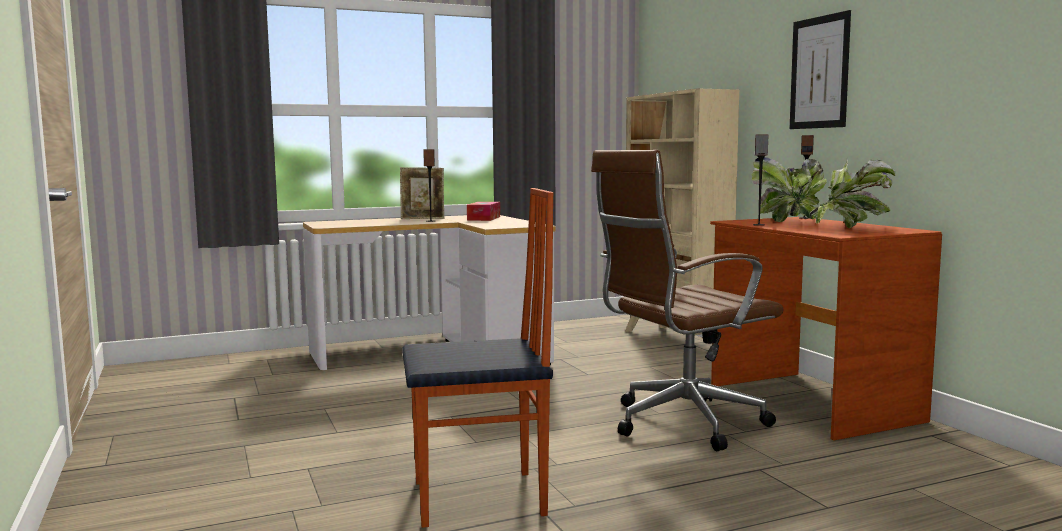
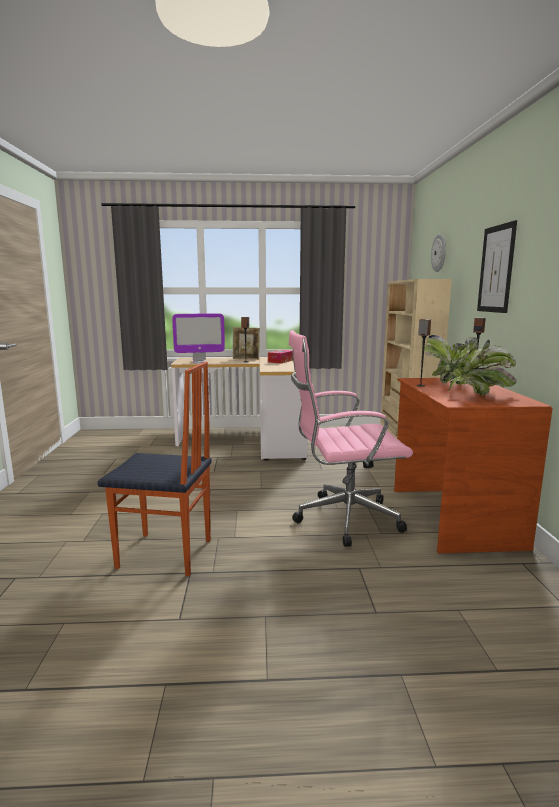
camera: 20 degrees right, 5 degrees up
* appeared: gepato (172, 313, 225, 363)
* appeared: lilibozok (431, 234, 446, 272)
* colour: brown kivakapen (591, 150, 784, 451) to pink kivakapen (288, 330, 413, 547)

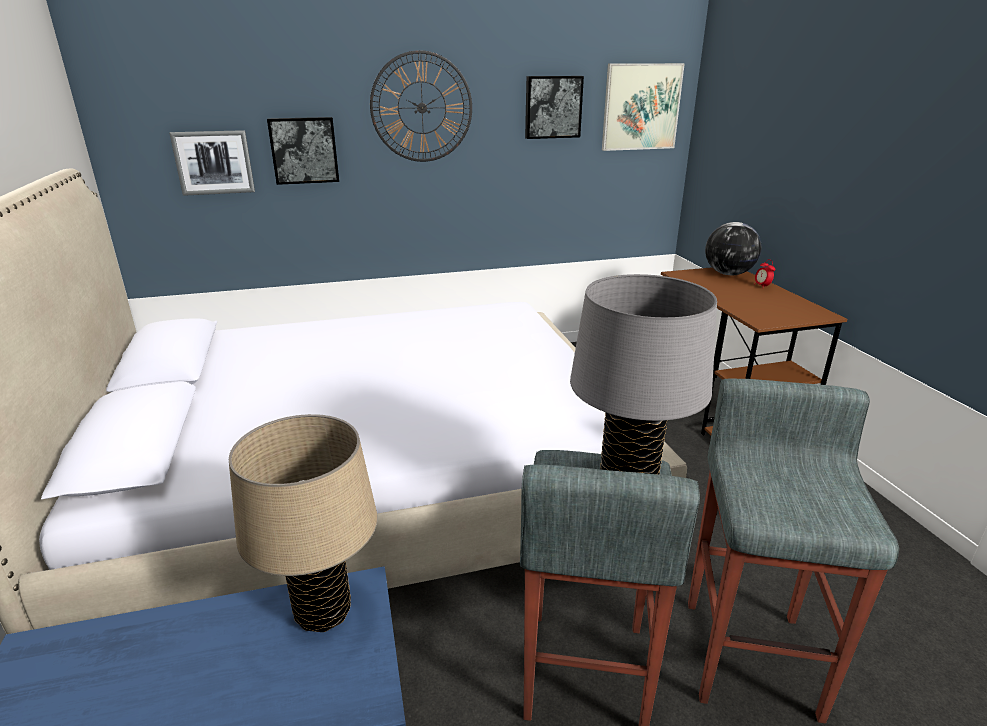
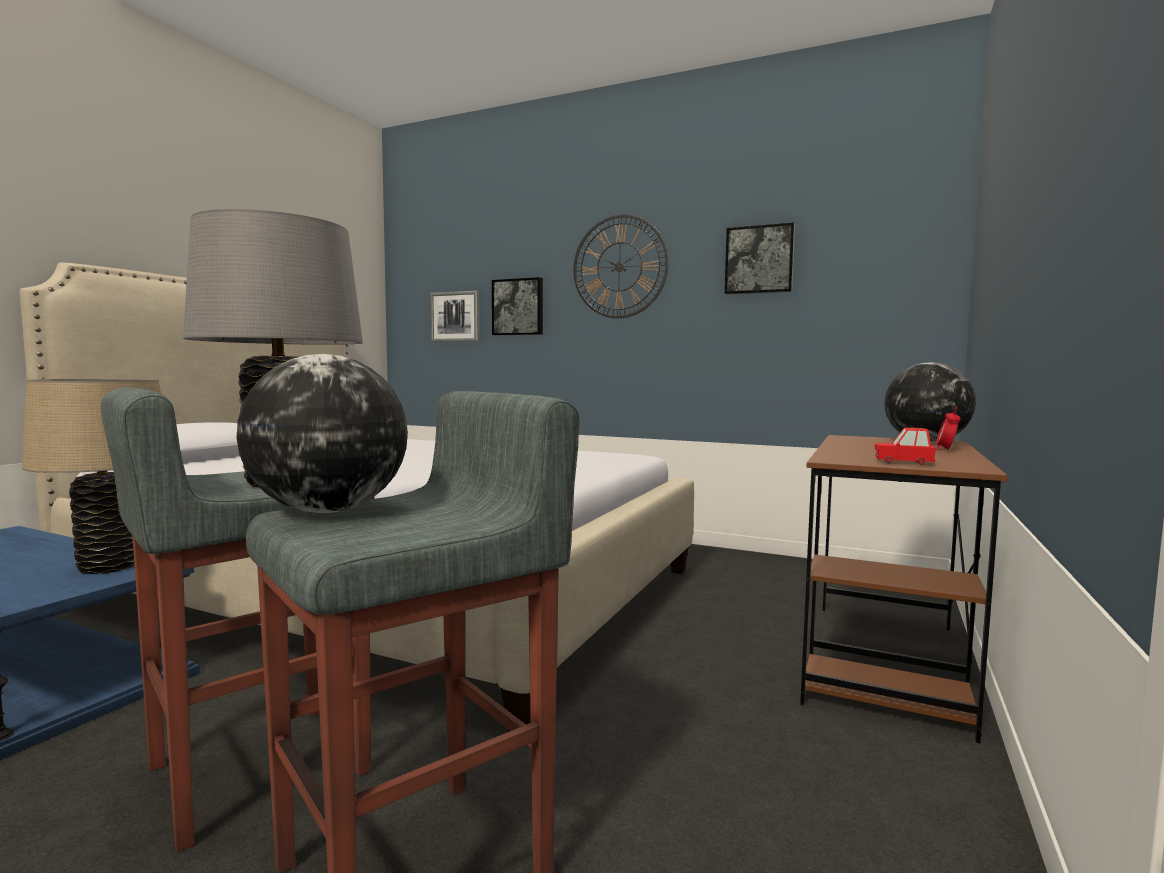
camera: 40 degrees right, 20 degrees down
* missing: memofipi (602, 63, 685, 151)
* appeared: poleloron (237, 354, 408, 513)
* appeared: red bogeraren (875, 428, 936, 465)

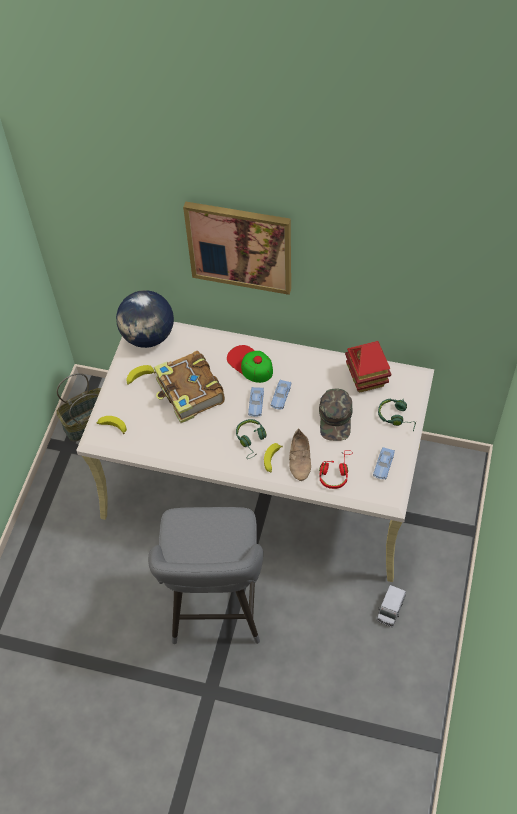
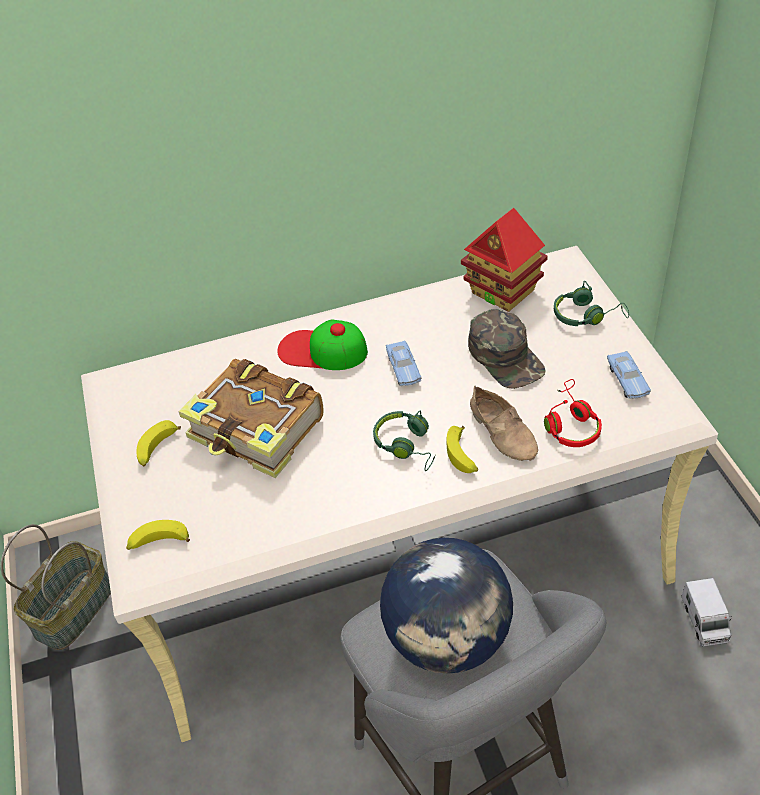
camera: 30 degrees left, 10 degrees down
* missing: memofipi (183, 201, 291, 295)
* missing: blue bogeraren (248, 387, 264, 417)
* relocated: poleloron (116, 290, 174, 348) to (380, 538, 513, 674)

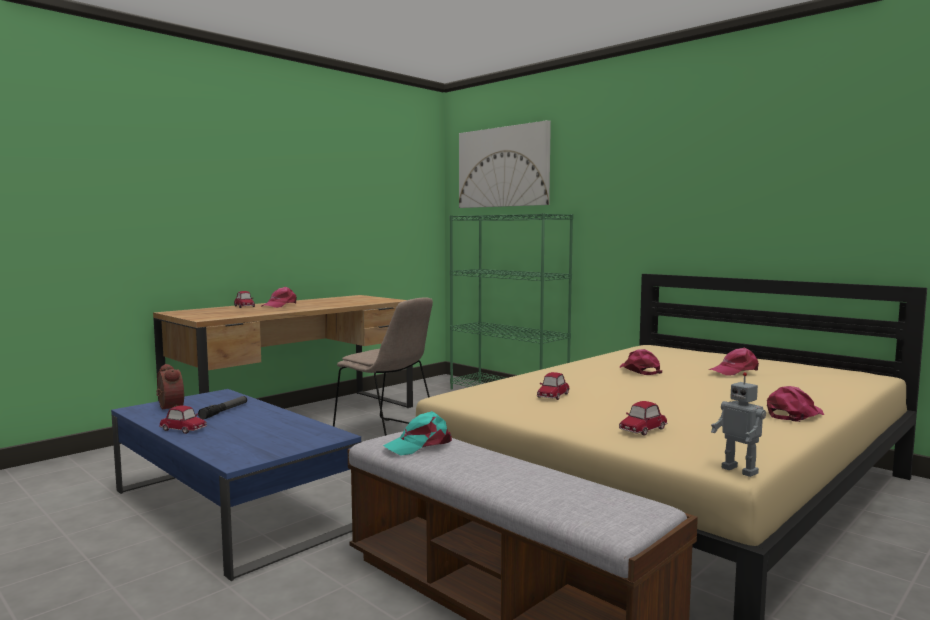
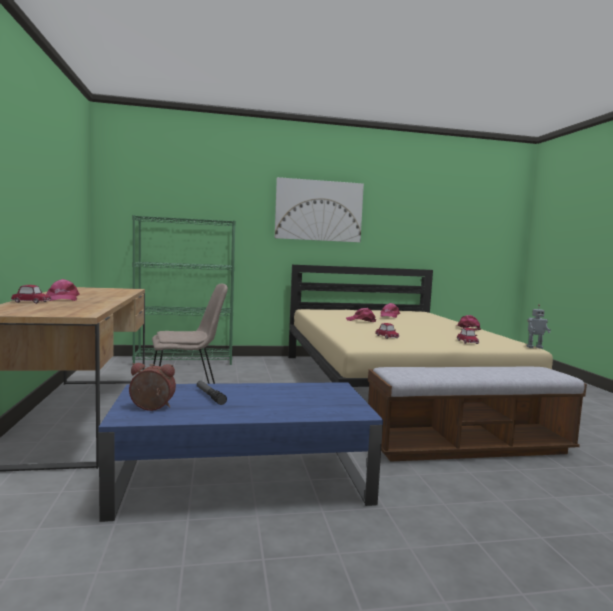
camera: 55 degrees left, 0 degrees up
* missing: bogeraren (159, 405, 207, 434)
* missing: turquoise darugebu (383, 411, 452, 455)
* relocated: memofipi (459, 120, 551, 208) to (275, 177, 364, 242)

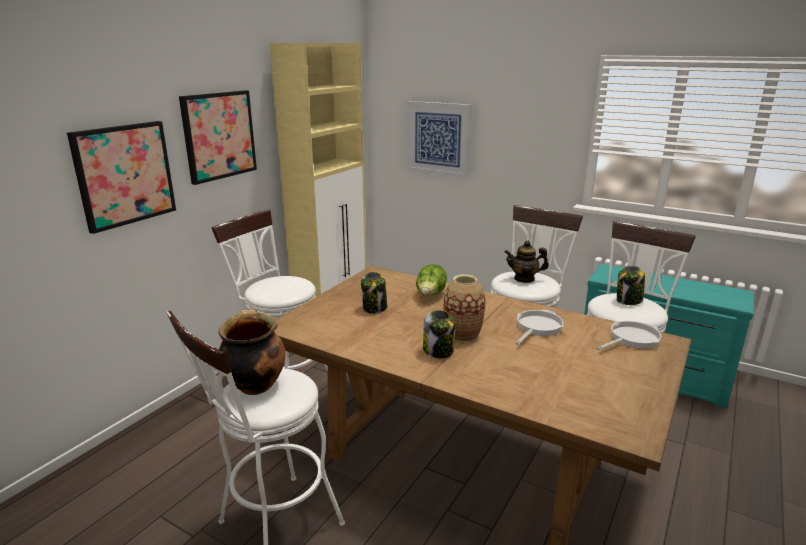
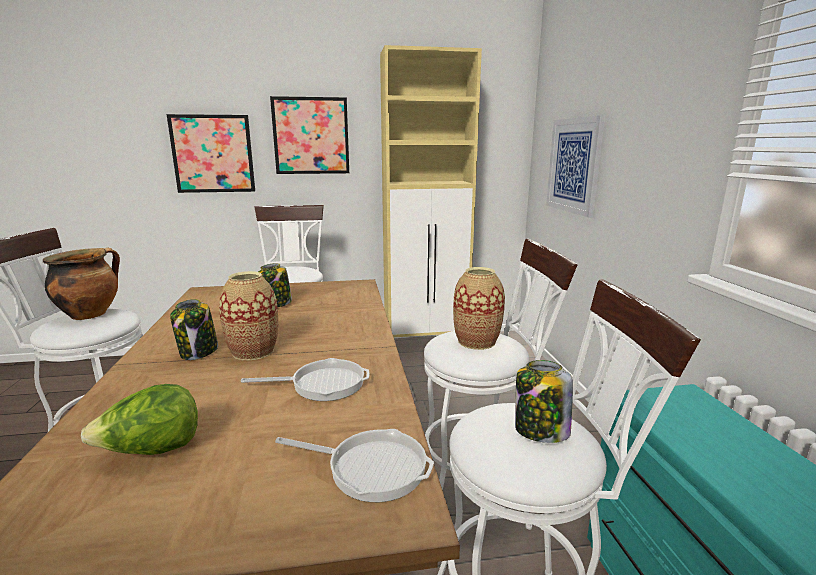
camera: 50 degrees right, 5 degrees down
* relocated: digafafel (416, 264, 447, 296) to (81, 384, 198, 455)
* exchanged: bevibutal (504, 241, 549, 283) to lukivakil (453, 267, 505, 350)

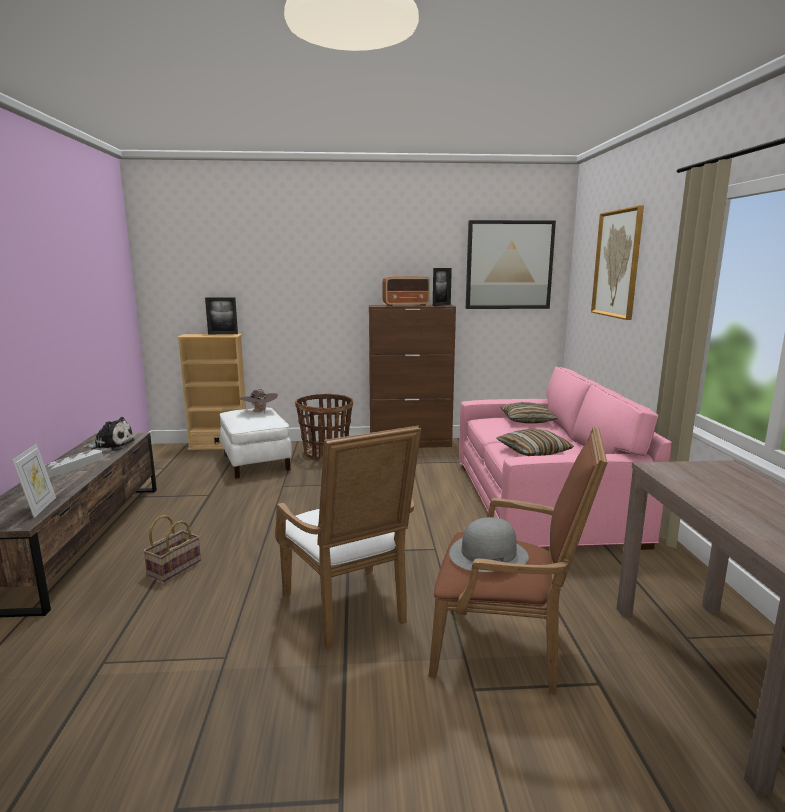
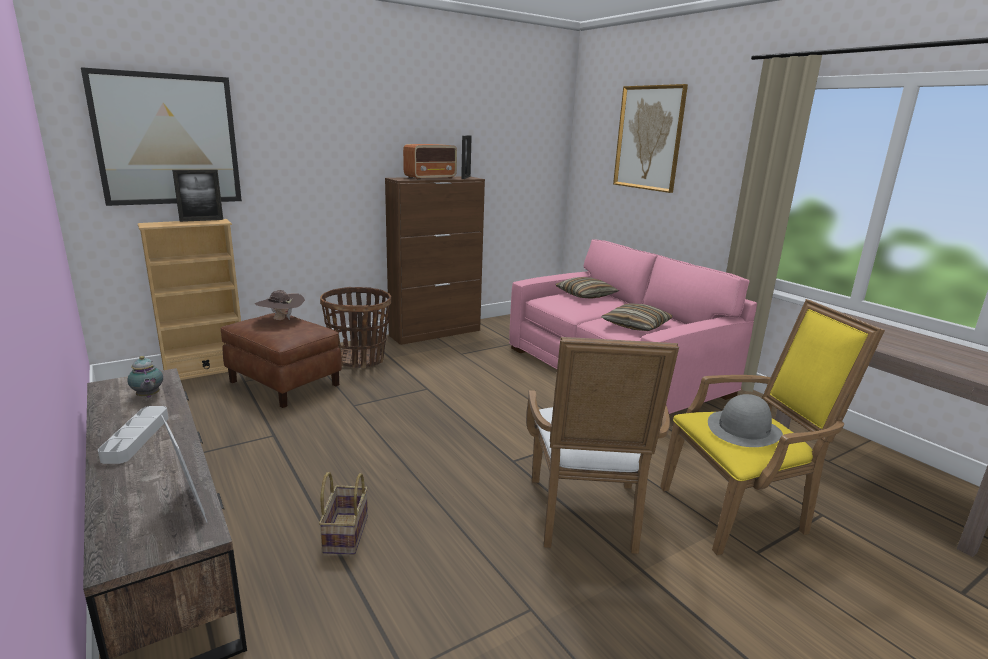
camera: 30 degrees left, 5 degrees up
* relocated: memofipi (466, 220, 556, 309) to (81, 67, 242, 206)
* exchanged: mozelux (82, 417, 135, 452) to bevibutal (128, 356, 163, 398)
* colour: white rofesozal (220, 408, 292, 479) to brown rofesozal (220, 313, 342, 408)
* colour: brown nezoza (429, 426, 607, 695) to yellow nezoza (660, 299, 885, 555)
* spun: white nezoza (275, 426, 421, 649) = (526, 337, 679, 554) 60 degrees clockwise

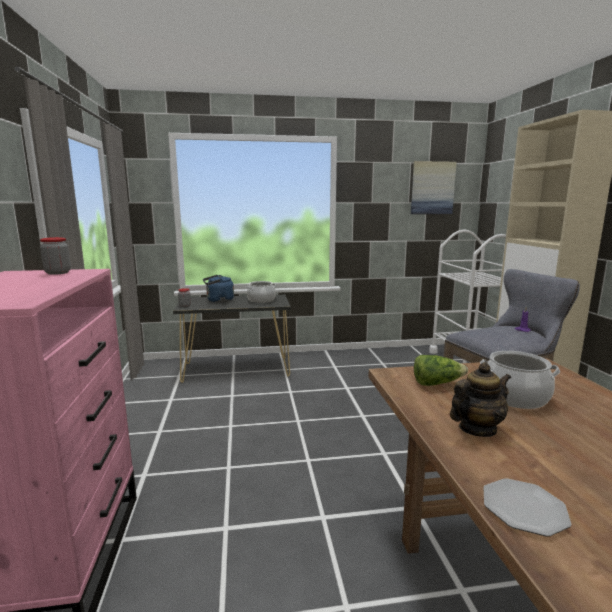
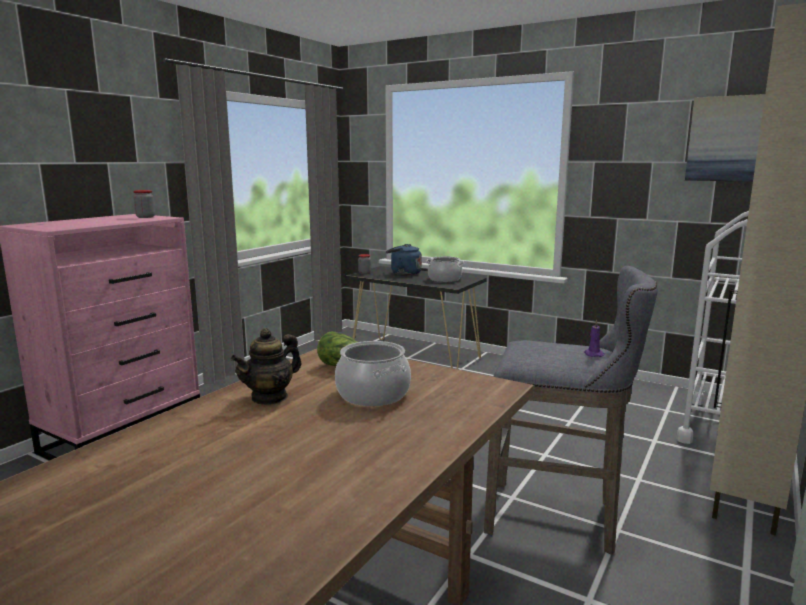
camera: 40 degrees right, 0 degrees up
* missing: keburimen (483, 478, 572, 537)
* spun: bevibutal (450, 362, 511, 437) = (231, 328, 301, 405) 120 degrees clockwise

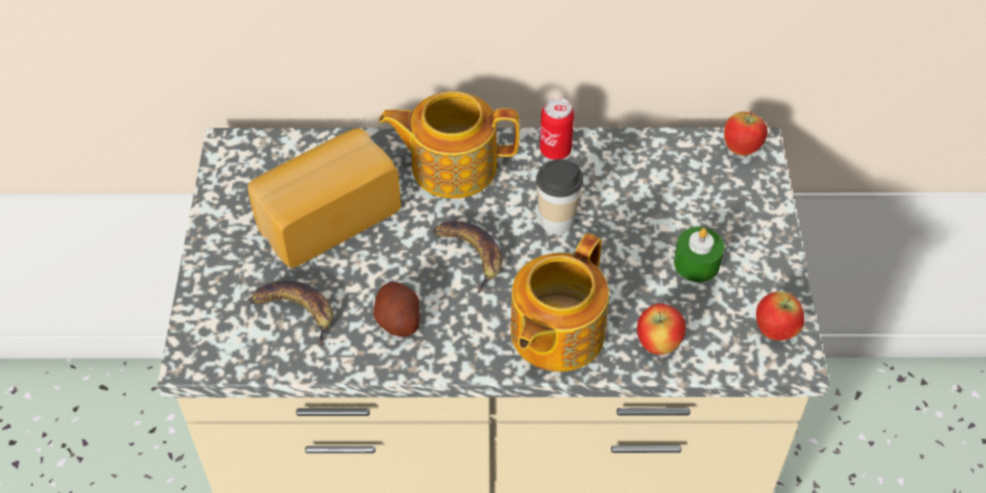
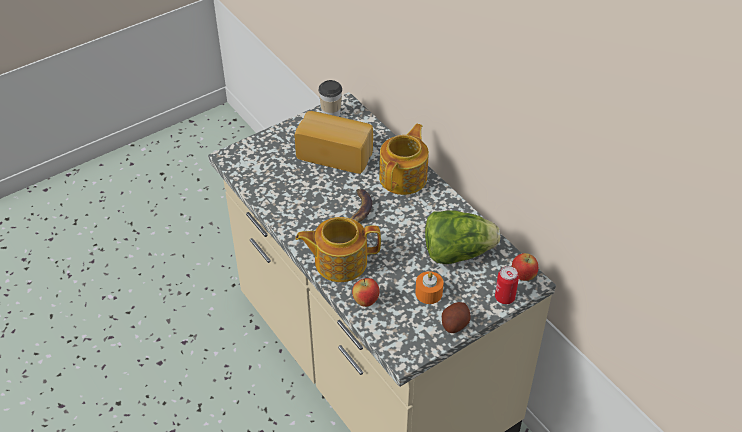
camera: 55 degrees right, 5 degrees down
* missing: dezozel (249, 281, 333, 346)
* missing: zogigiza (756, 291, 804, 340)
* appeared: digafafel (425, 210, 500, 264)
* relocated: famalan (374, 282, 420, 337) to (442, 302, 471, 333)
* relocated: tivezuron (536, 159, 583, 234) to (319, 80, 342, 117)
* relocated: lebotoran (540, 98, 574, 160) to (495, 266, 519, 304)
* colour: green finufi (674, 227, 724, 282) to orange finufi (415, 271, 443, 304)
* spun: bevibutal (379, 91, 520, 199) = (379, 124, 429, 195) 60 degrees clockwise

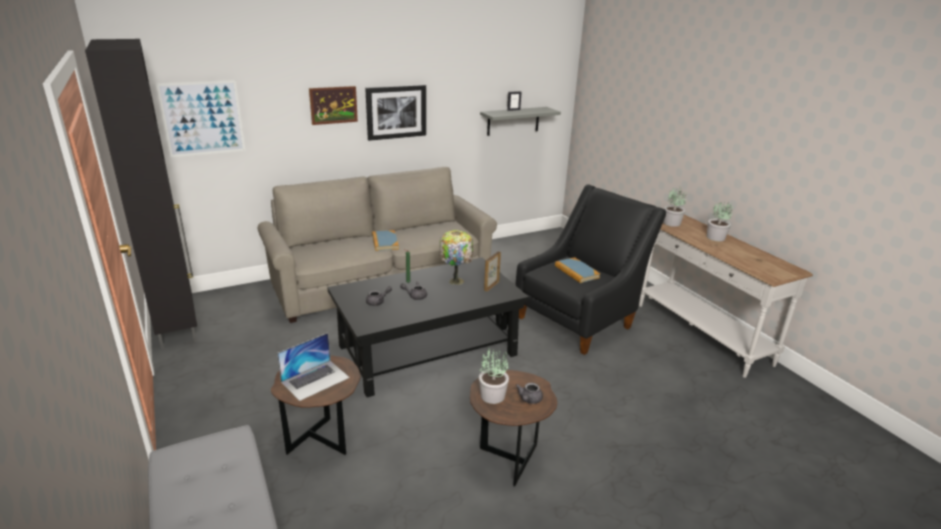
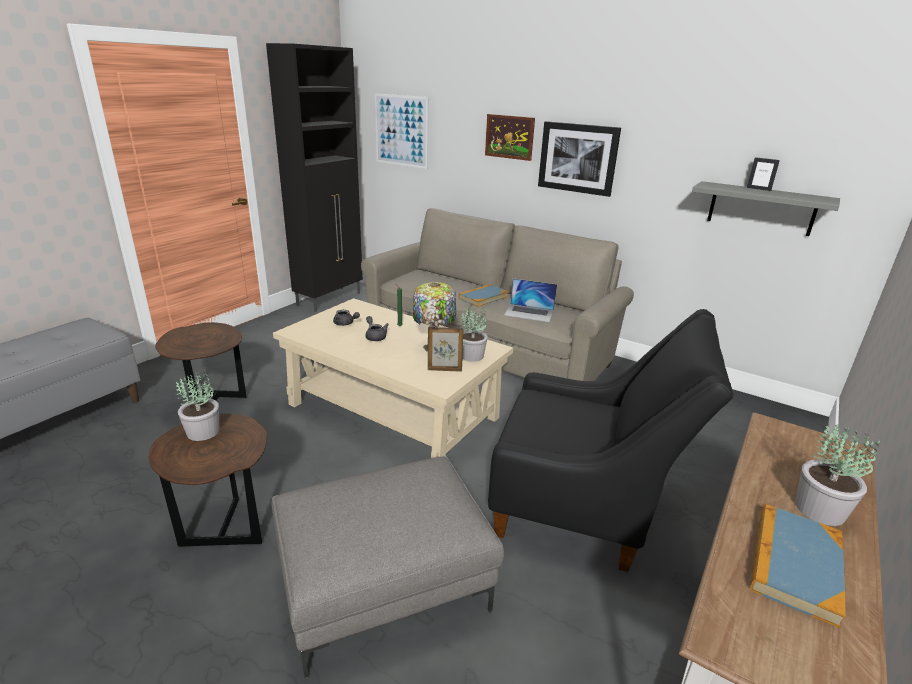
camera: 60 degrees right, 0 degrees up
* missing: grey bevibutal (516, 383, 543, 404)
* appeared: grey rofesozal (272, 456, 504, 679)
* relocated: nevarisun (277, 333, 350, 401) to (504, 278, 557, 322)
* relocated: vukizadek (555, 257, 600, 283) to (750, 504, 846, 628)
* relocated: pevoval (663, 188, 687, 227) to (461, 306, 488, 362)
* colour: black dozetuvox (327, 257, 529, 397) to beige dozetuvox (273, 298, 513, 458)

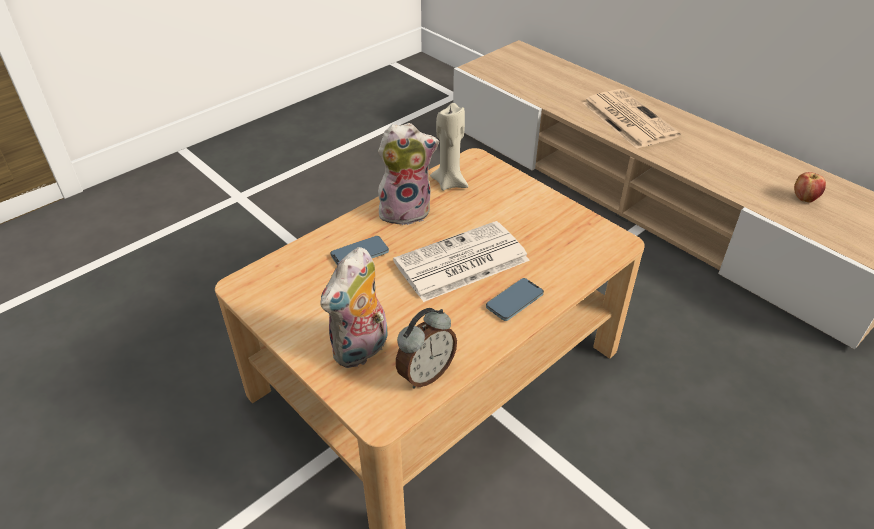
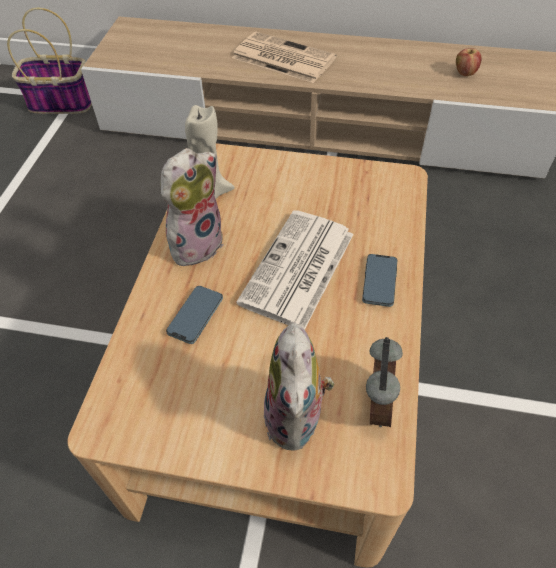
camera: 35 degrees left, 10 degrees up
* appeared: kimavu (7, 8, 92, 114)

